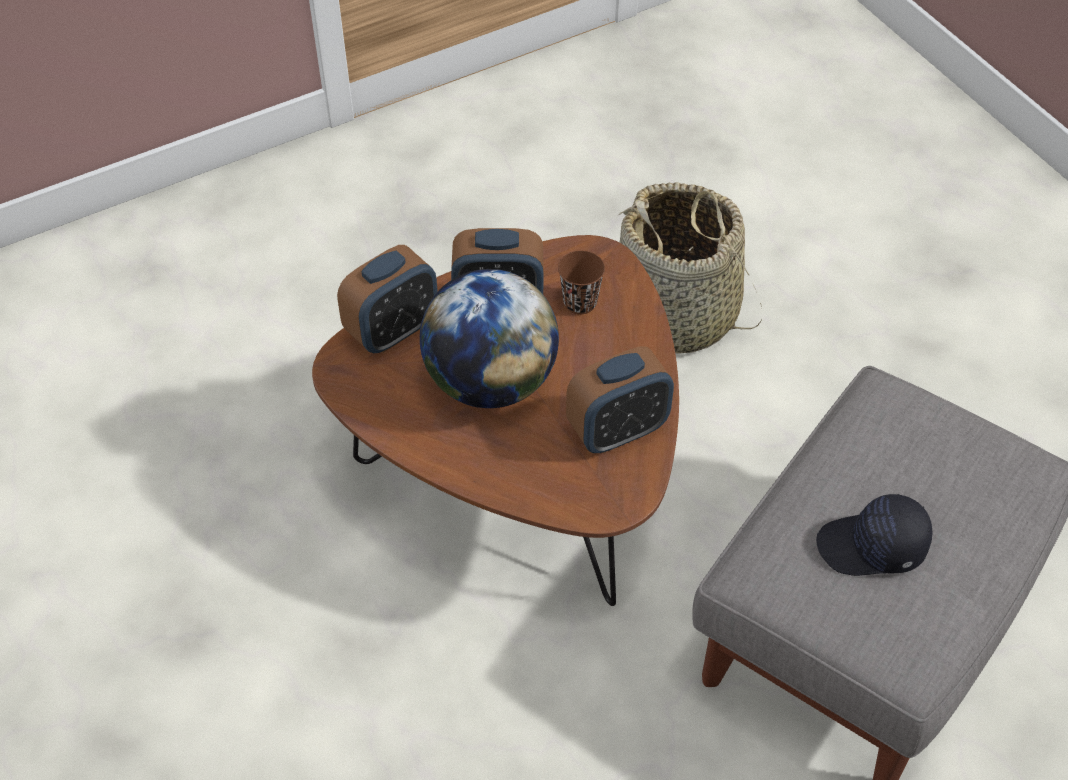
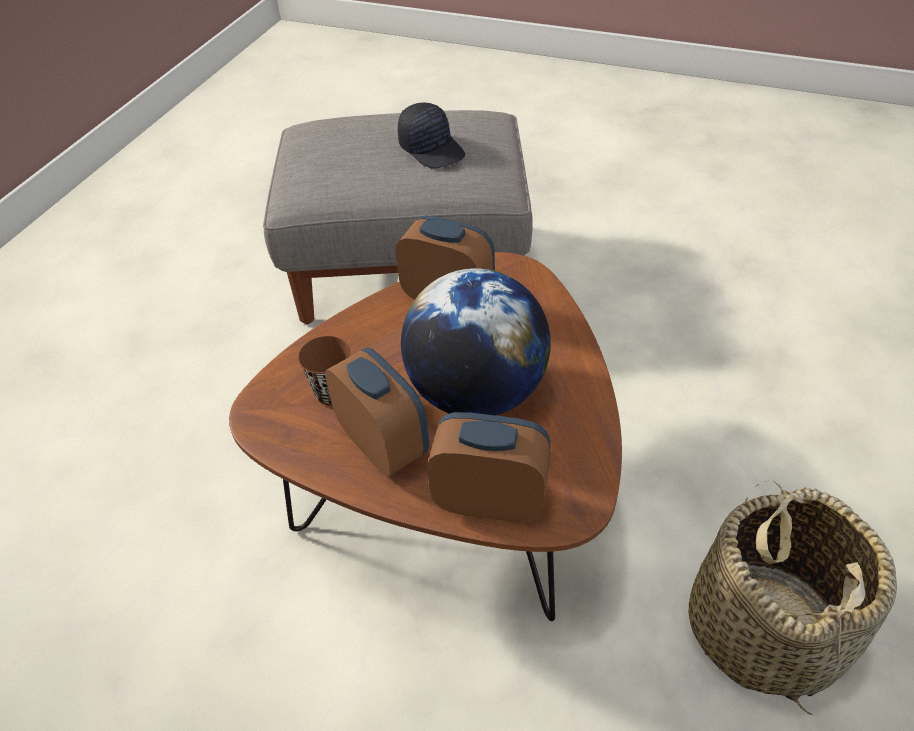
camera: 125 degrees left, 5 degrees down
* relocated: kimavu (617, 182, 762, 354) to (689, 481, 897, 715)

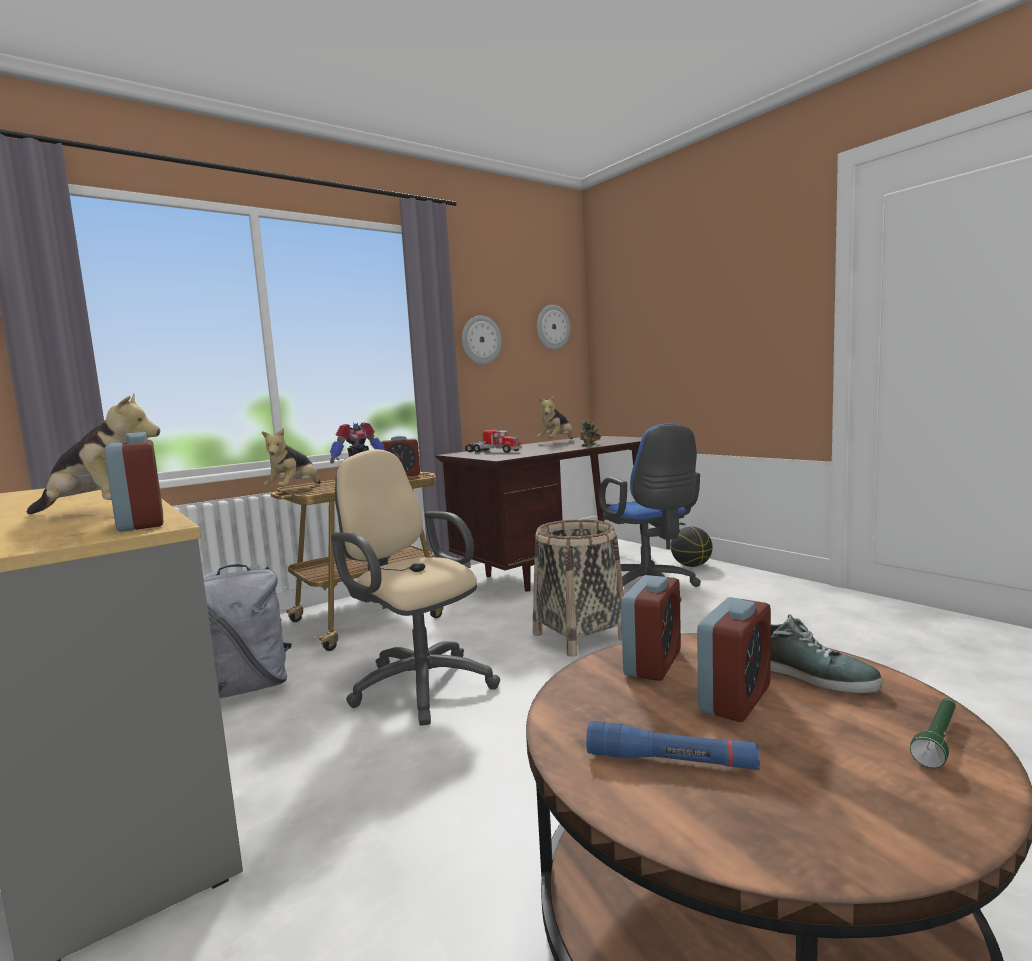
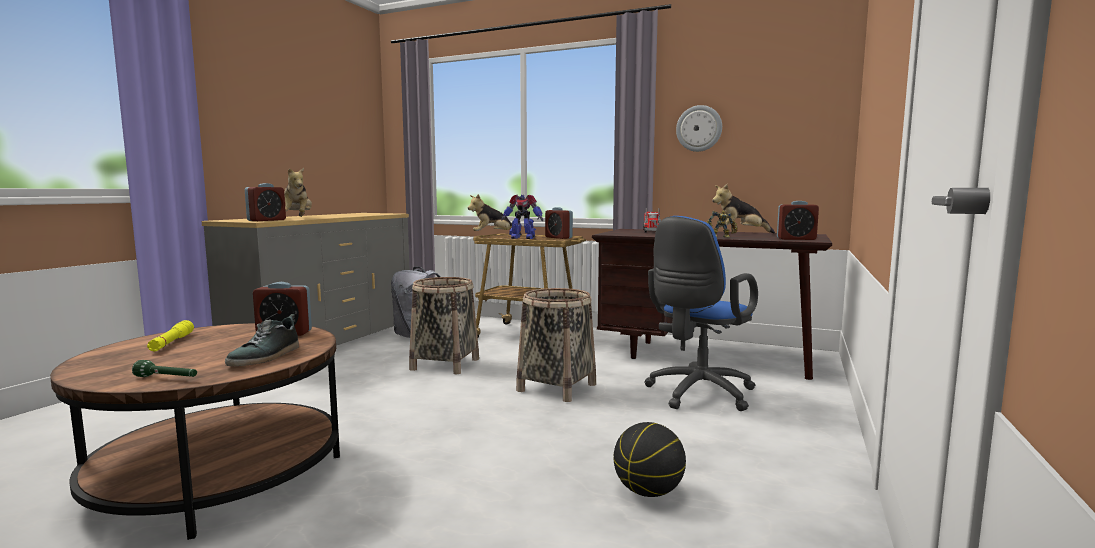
camera: 60 degrees right, 0 degrees up
* missing: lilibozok (537, 305, 570, 350)
* relocated: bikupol (671, 527, 712, 567) to (614, 422, 686, 497)
* relocated: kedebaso (697, 597, 771, 722) to (777, 201, 819, 240)
* exchanged: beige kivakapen (331, 449, 500, 726) to kimavu (409, 277, 479, 374)
* colour: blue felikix (586, 721, 760, 770) to yellow felikix (147, 320, 194, 351)

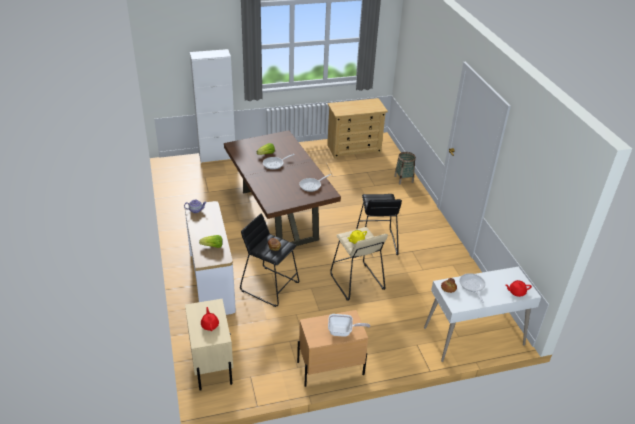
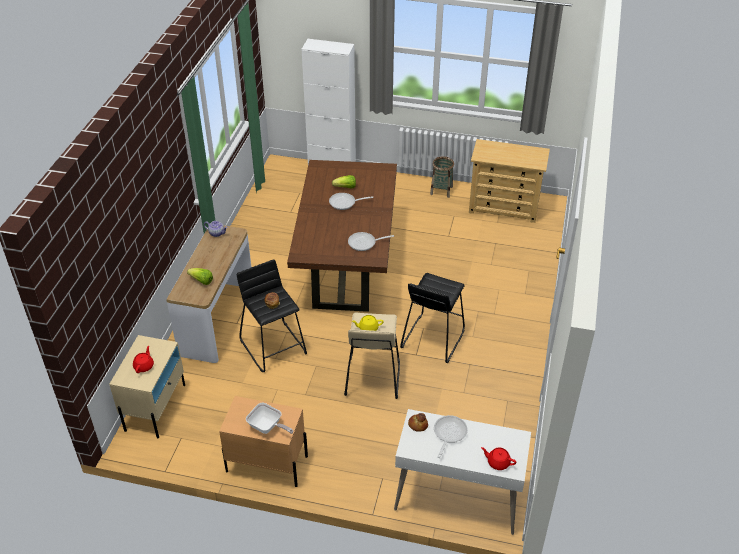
camera: 30 degrees right, 5 degrees up
* relocated: kimavu (394, 152, 416, 184) to (430, 156, 454, 198)

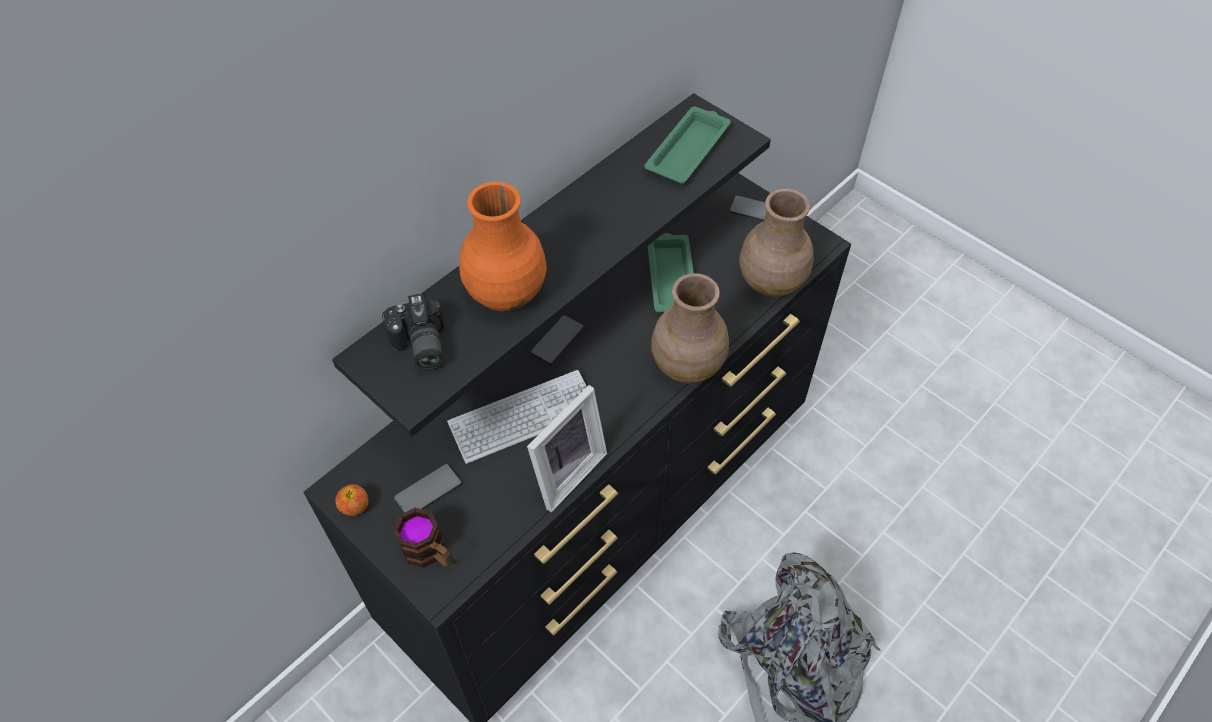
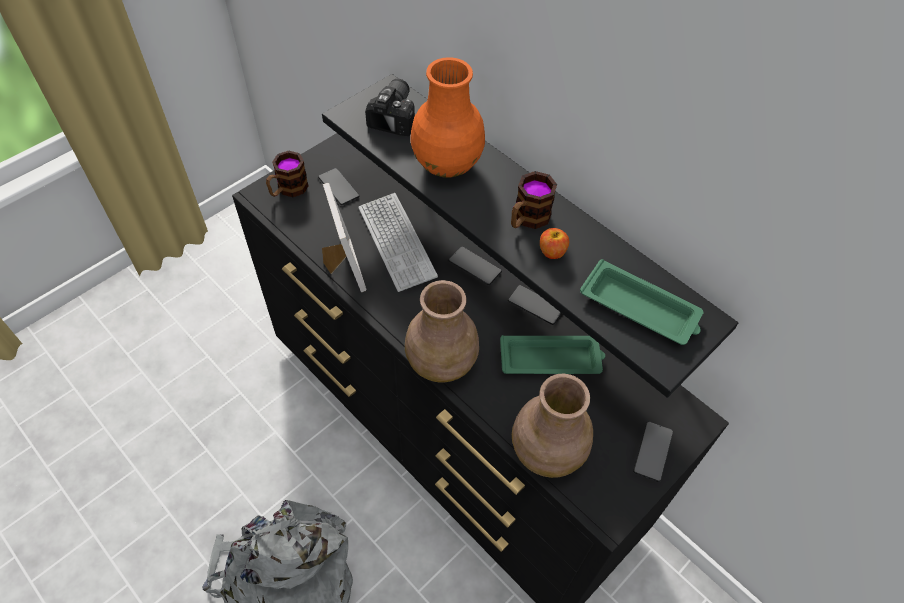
camera: 90 degrees right, 0 degrees up
* appeared: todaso (508, 285, 562, 325)
* appeared: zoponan (511, 171, 557, 229)
* relocated: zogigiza (335, 484, 369, 516) to (540, 228, 569, 259)
* spun: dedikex (382, 293, 445, 370) = (365, 79, 415, 136) 120 degrees clockwise
* spun: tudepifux (527, 385, 607, 512) = (322, 183, 366, 292) 150 degrees counterclockwise

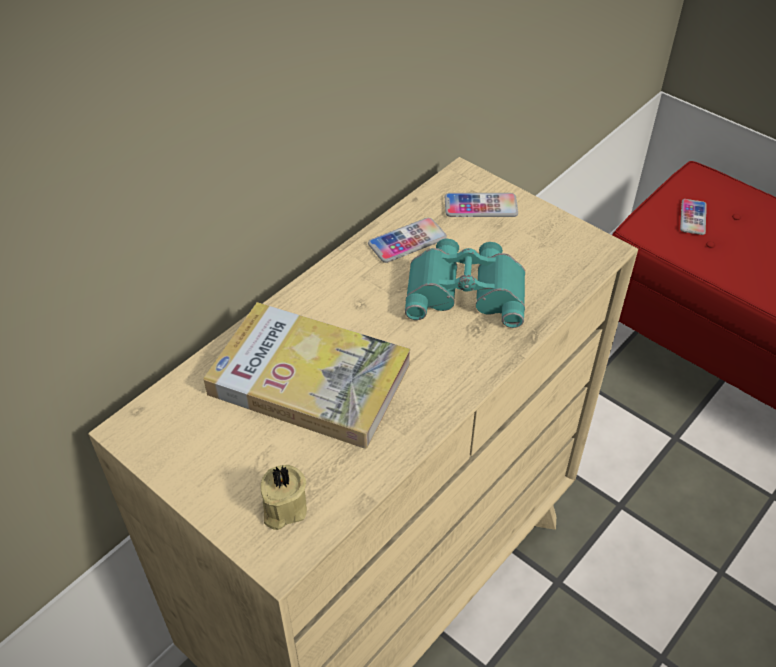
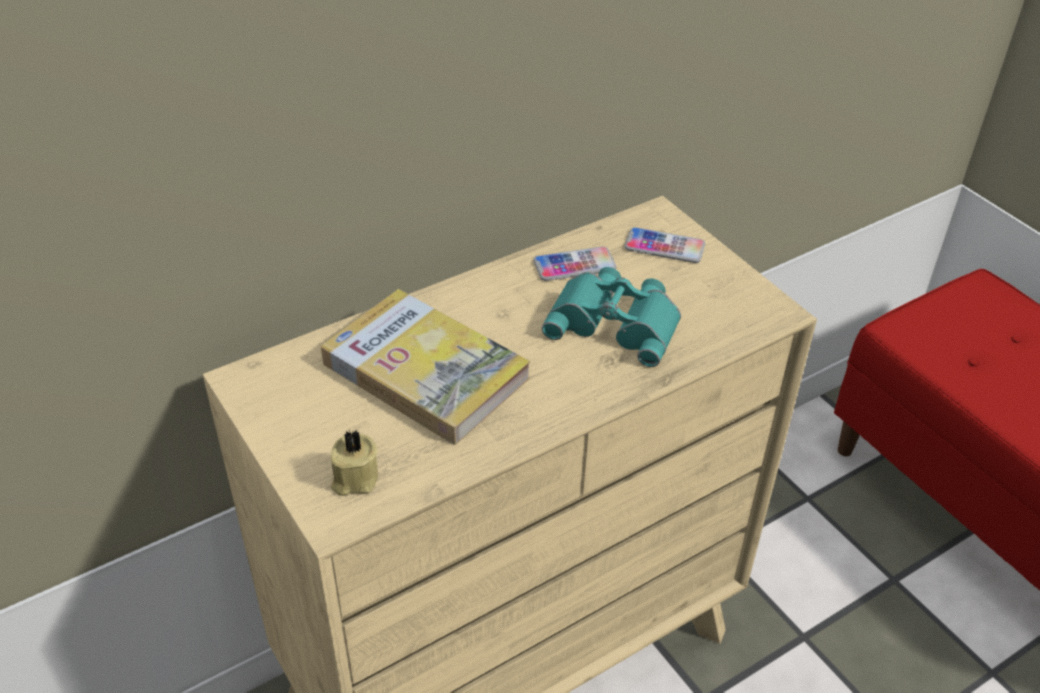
camera: 15 degrees right, 5 degrees down
* missing: todaso (680, 199, 707, 235)

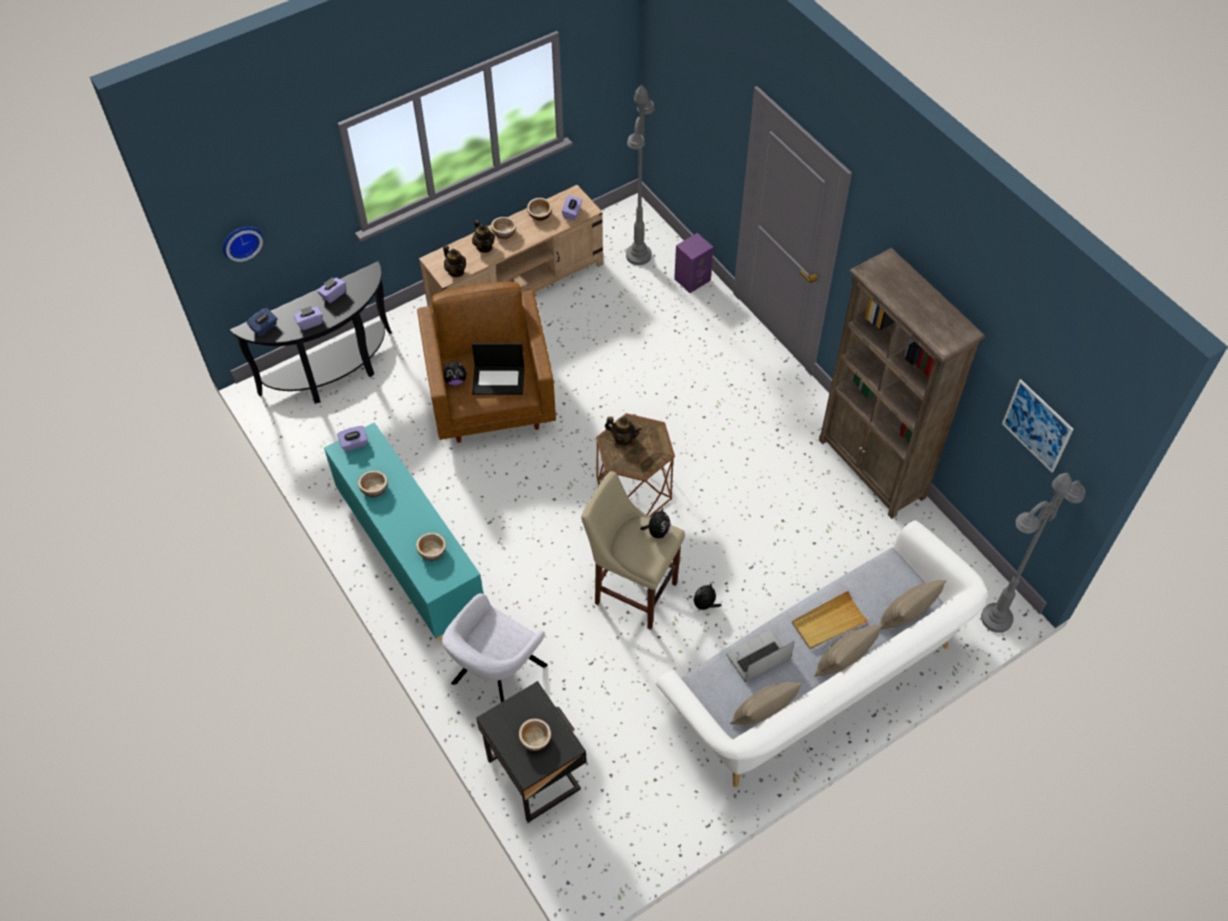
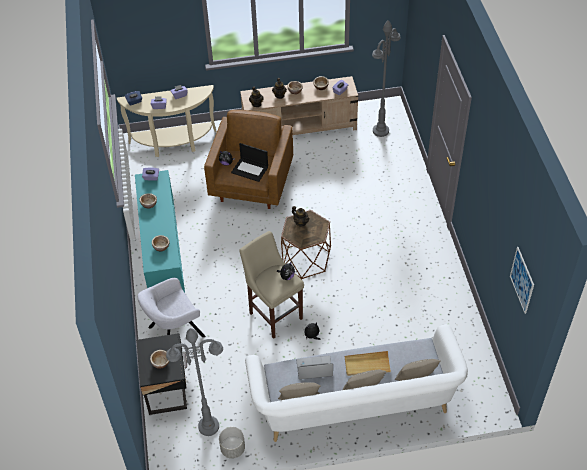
camera: 25 degrees right, 5 degrees down
* missing: lilibozok (223, 227, 263, 262)
* missing: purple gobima (674, 233, 713, 293)
* missing: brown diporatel (819, 248, 985, 519)
* appeared: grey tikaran (219, 427, 245, 459)
* relocated: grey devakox (981, 473, 1085, 633) to (166, 328, 223, 436)
* colour: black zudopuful (230, 262, 392, 403) to beige zudopuful (117, 85, 217, 157)

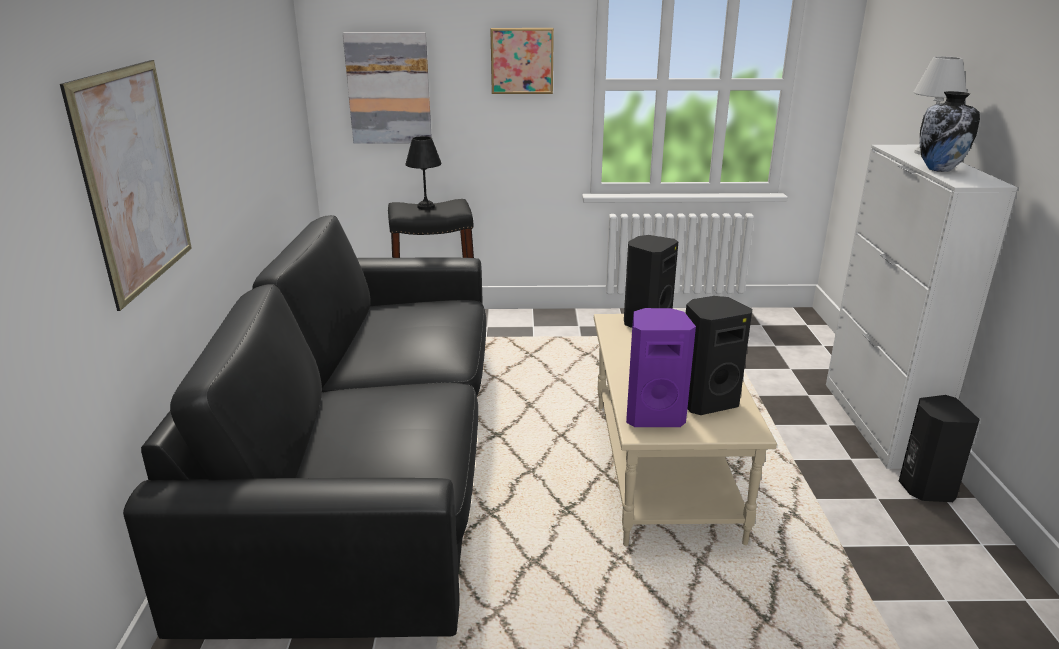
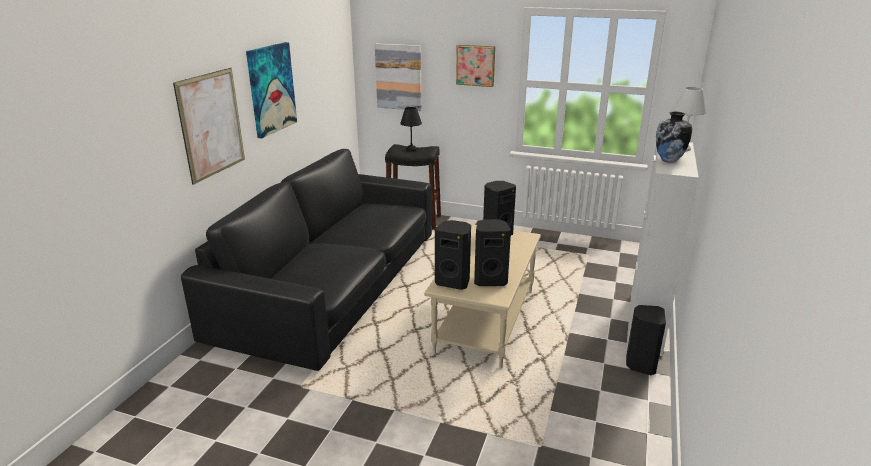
camera: 20 degrees right, 0 degrees up
* appeared: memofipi (246, 42, 297, 138)
* colour: purple gobima (626, 308, 696, 427) to black gobima (435, 220, 471, 290)

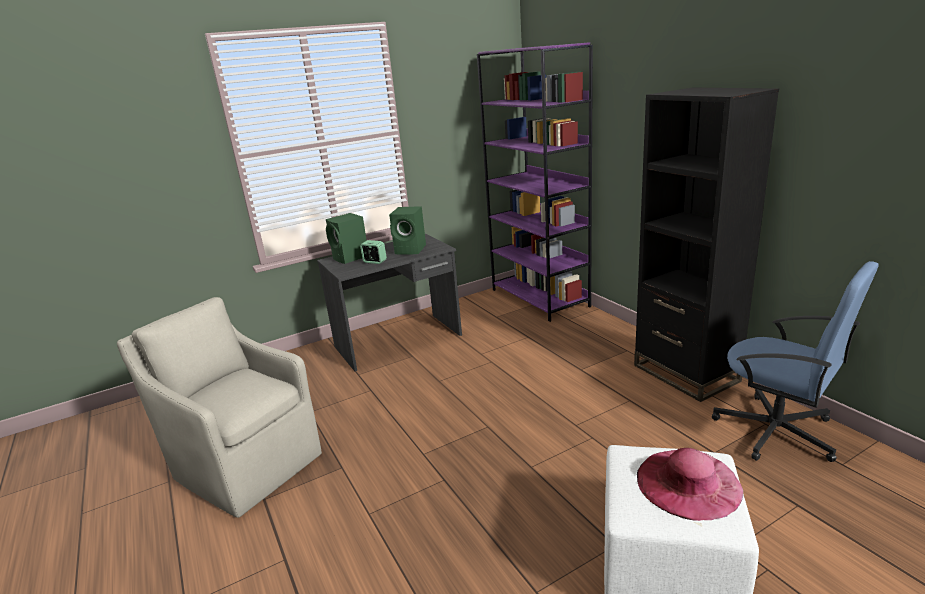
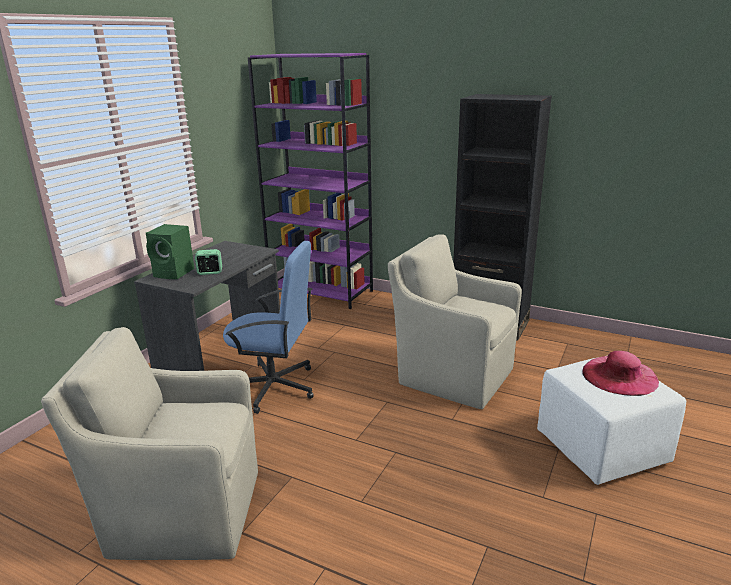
camera: 35 degrees left, 0 degrees up
* missing: green gobima (389, 206, 426, 255)
* appeared: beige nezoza (388, 235, 522, 409)
* relocated: blue kivakapen (712, 261, 879, 462) to (223, 241, 314, 414)

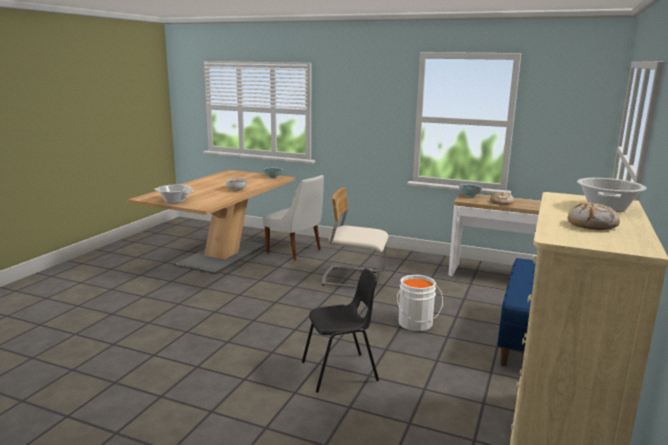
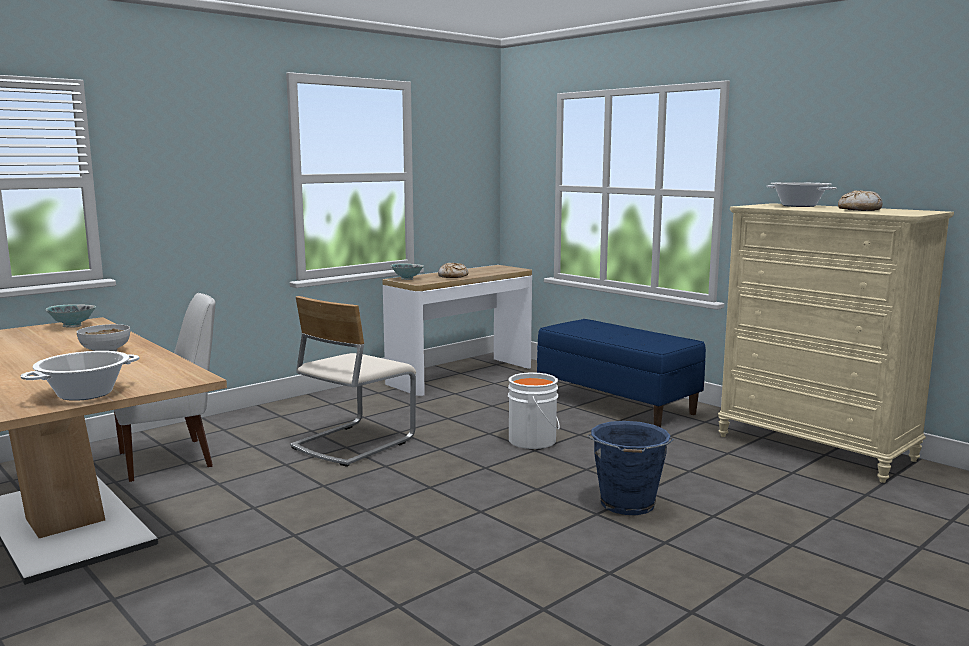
camera: 65 degrees left, 5 degrees down
* exchanged: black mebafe (302, 268, 379, 393) to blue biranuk (587, 421, 674, 515)

